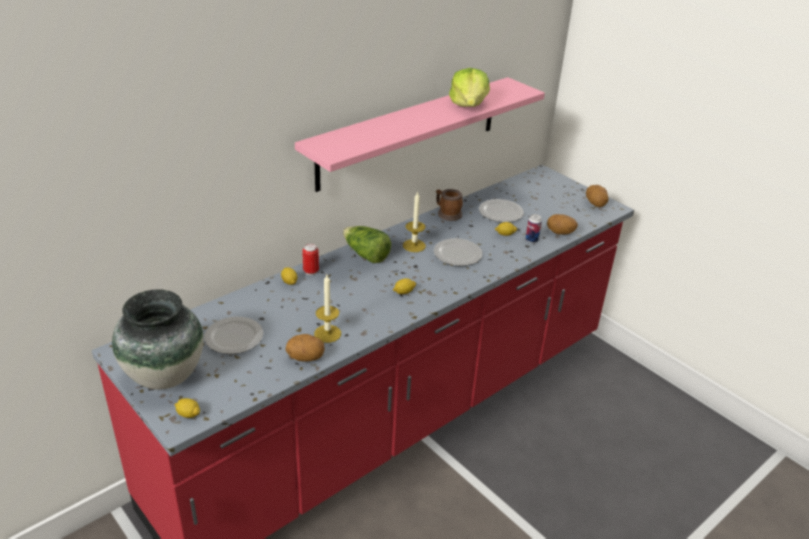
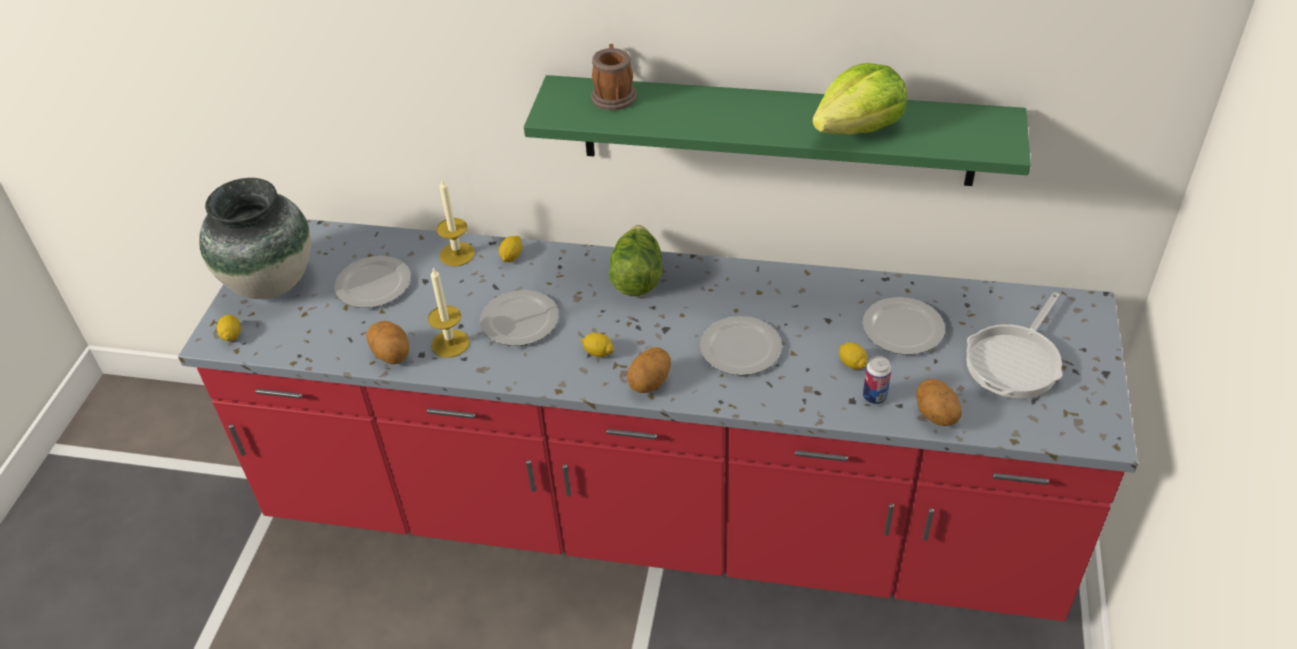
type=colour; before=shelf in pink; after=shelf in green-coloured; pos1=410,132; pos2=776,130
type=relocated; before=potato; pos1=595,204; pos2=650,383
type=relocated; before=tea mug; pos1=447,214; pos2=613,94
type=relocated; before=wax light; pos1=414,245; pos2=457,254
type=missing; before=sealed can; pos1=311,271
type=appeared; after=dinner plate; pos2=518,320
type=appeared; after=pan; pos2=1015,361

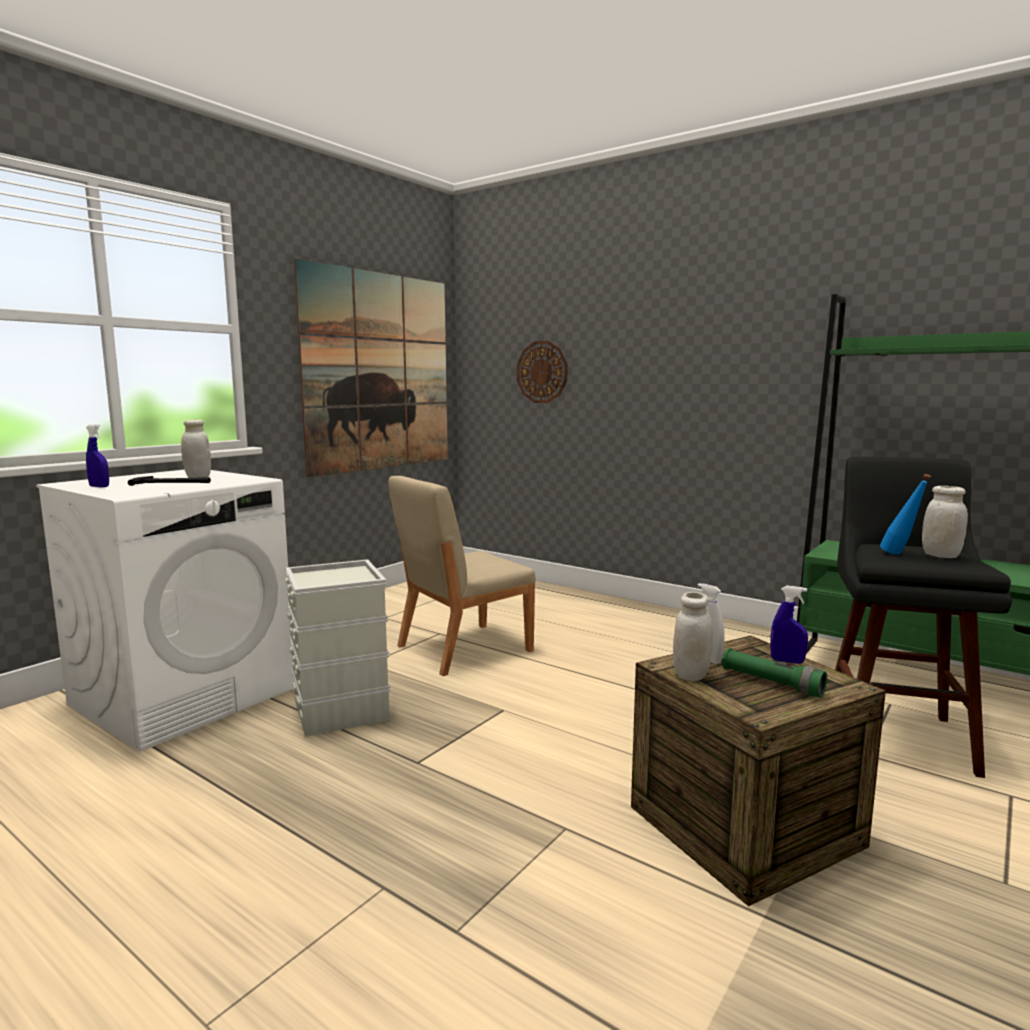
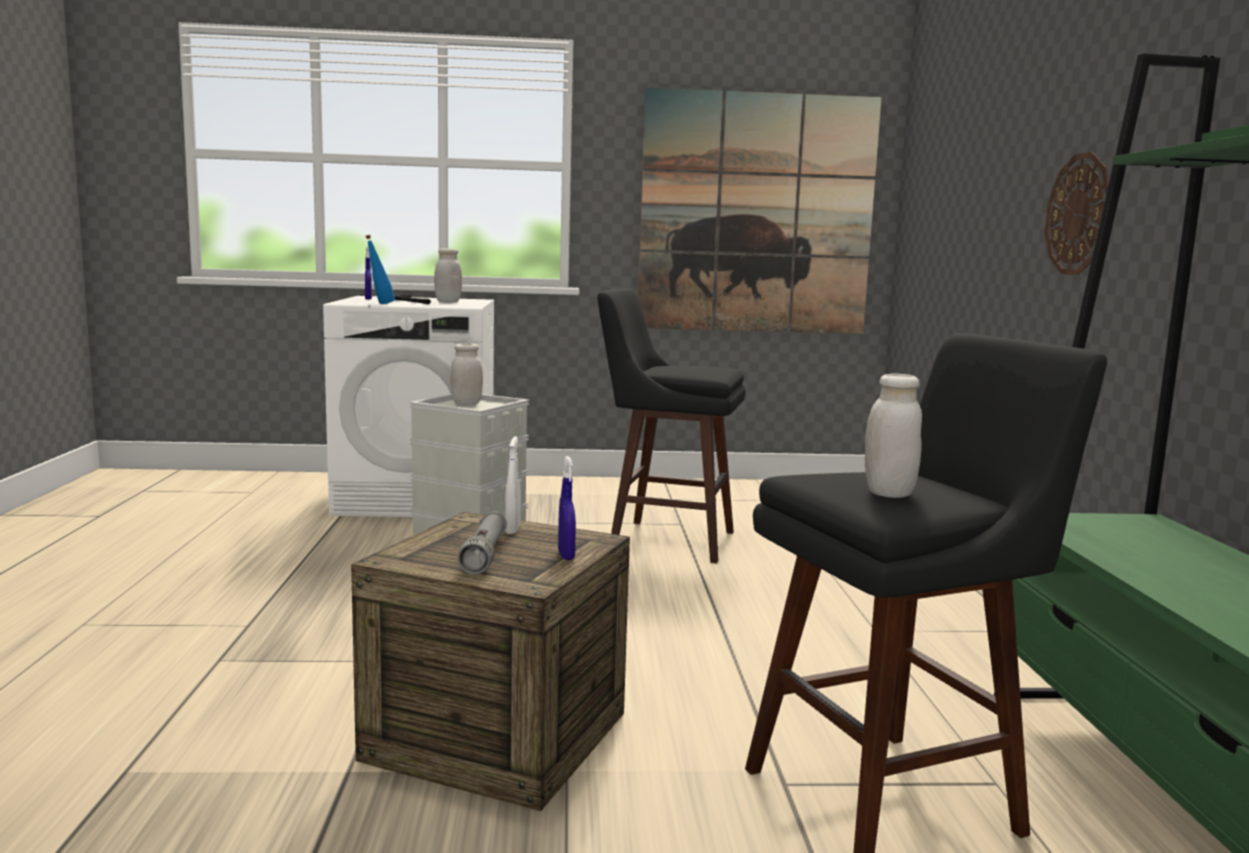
type=relocated; before=wall clock; pos1=542,372; pos2=1078,214
type=relocated; before=beverage bottle in blue-coloured; pos1=900,555; pos2=380,304
type=exchanged; before=chair in beige; after=stool seat in black-coloured; pos1=462,648; pos2=665,540
type=relocated; before=storage jar in whitish; pos1=691,675; pos2=466,403
type=colour; before=hand torch in green-coloured; after=hand torch in grey; pos1=771,683; pos2=484,556

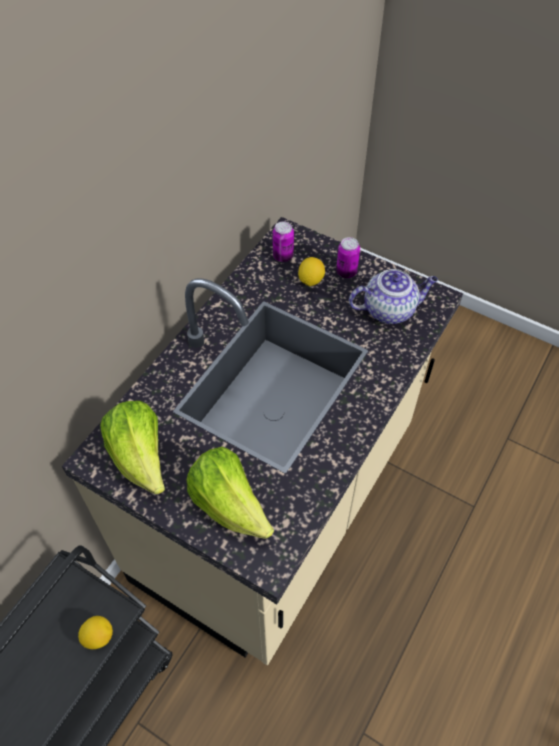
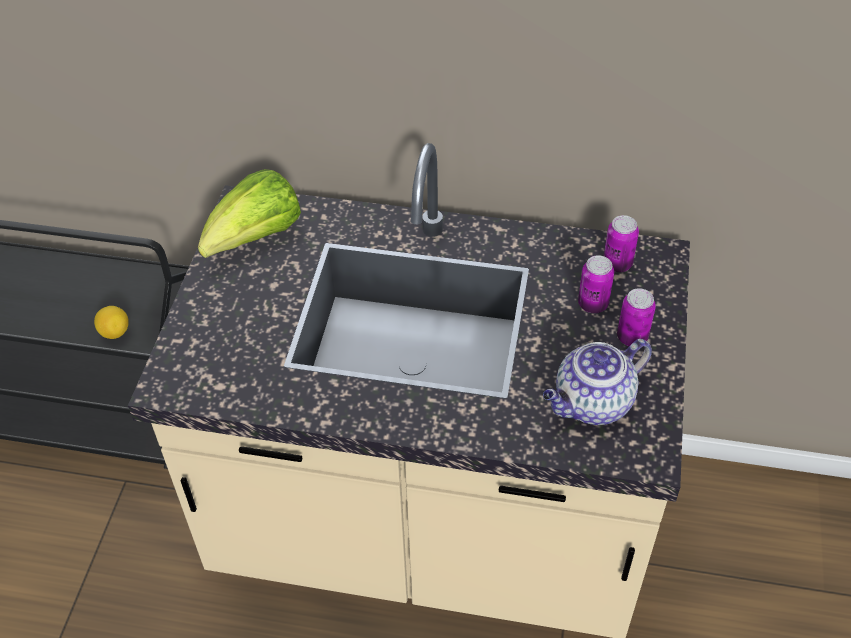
type=exchanged; before=whole lemon; after=sealed can; pos1=310,280; pos2=593,304
type=spun; before=pot for tea; pos1=390,310; pos2=592,404; turn=90
type=missing; before=head of lettuce; pos1=230,505

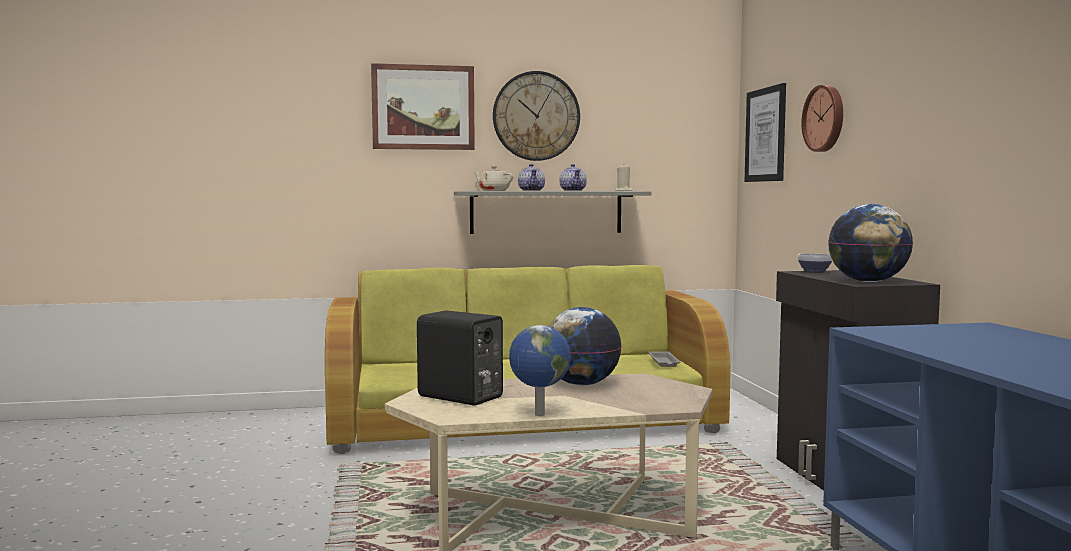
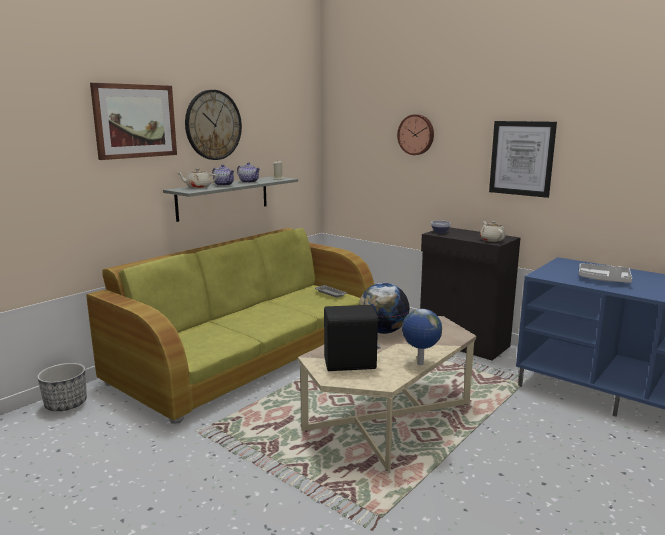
type=relocated; before=picture; pos1=766,135; pos2=521,158
type=exchanged; before=world globe; after=pot for tea in beige; pos1=868,282; pos2=491,240
type=appeared; after=serving tray in grey; pos2=604,280
type=appeared; after=planter; pos2=66,404

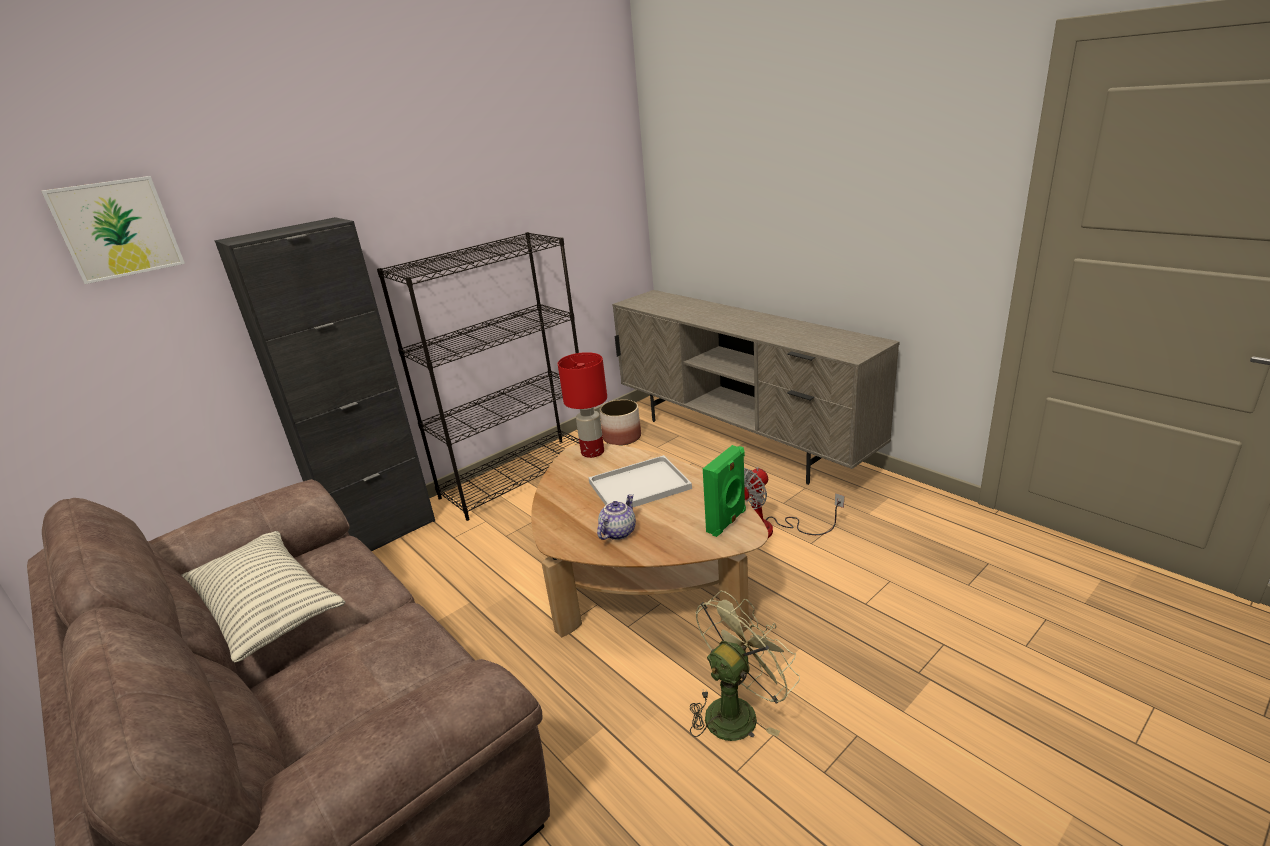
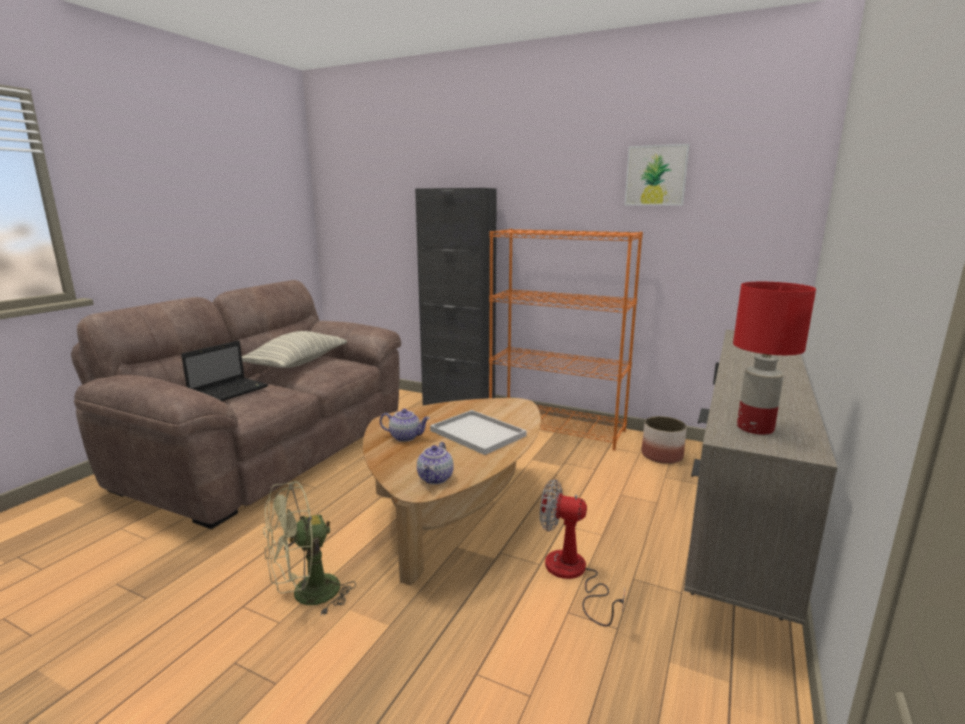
type=relocated; before=picture; pos1=117,229; pos2=656,175
type=colour; before=bookshelf in black-coloured; after=bookshelf in orange; pos1=519,476; pos2=557,428
type=relocated; before=tabletop lamp in reddish; pos1=593,452; pos2=755,428
type=exchanged; before=audio speaker in green-coloured; after=pot for tea; pos1=727,522; pos2=436,478
type=spun; before=cooling fan in green-coloured; pos1=737,710; pos2=306,596; turn=120
type=appeared; after=notebook computer; pos2=230,391

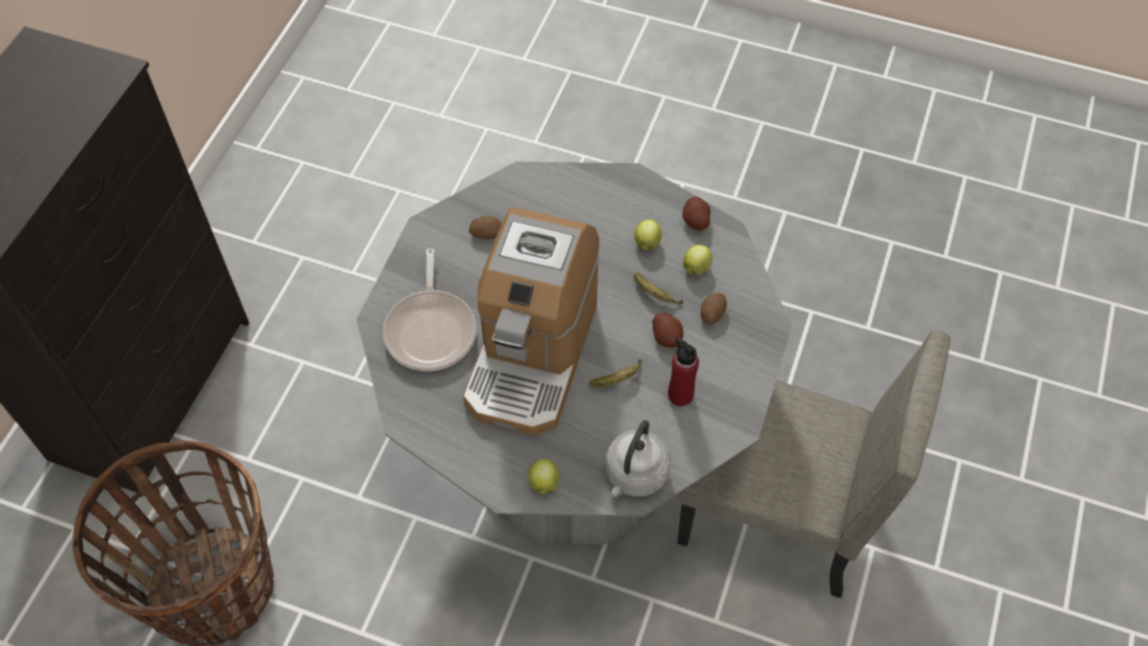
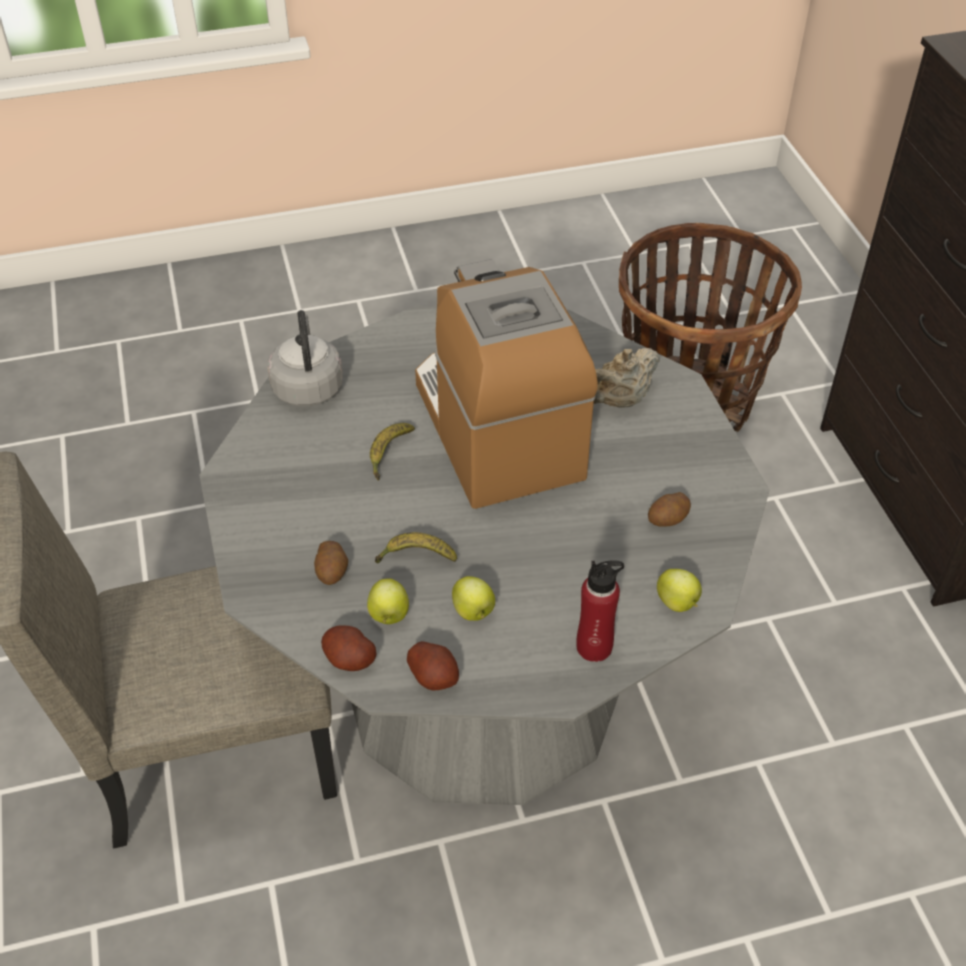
type=exchanged; before=pan; after=pot for tea in beige; pos1=431,330; pos2=619,400
type=relocated; before=potato; pos1=667,337; pos2=349,659
type=relocated; before=beverage bottle in reddish; pos1=680,394; pos2=594,647
type=relocated; before=apple; pos1=543,482; pos2=678,603

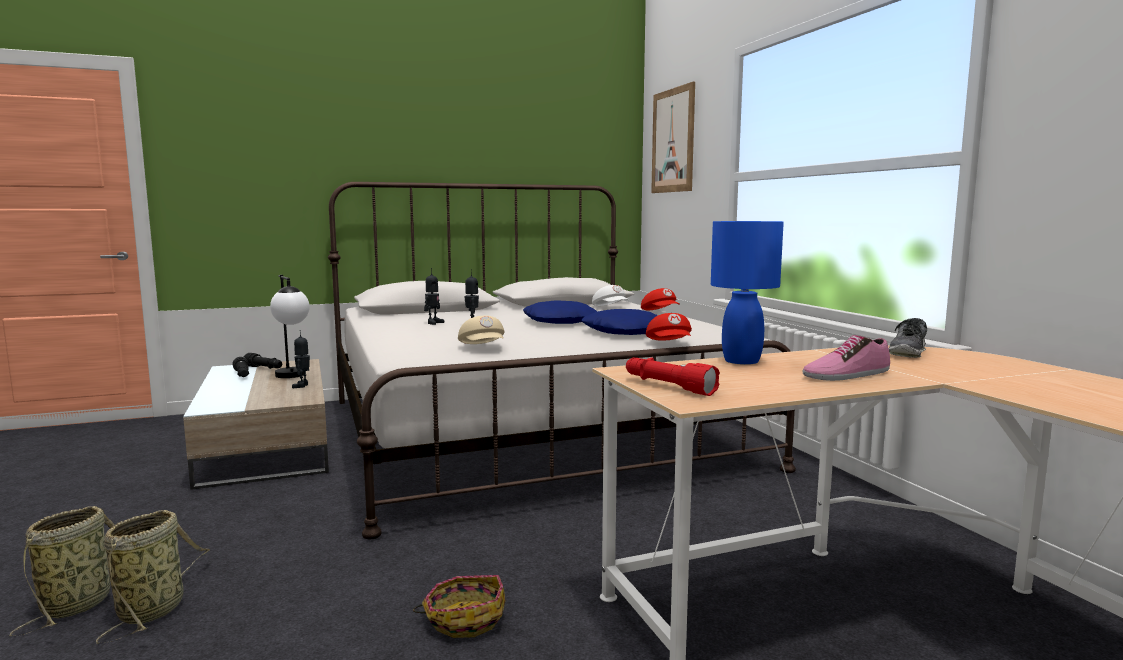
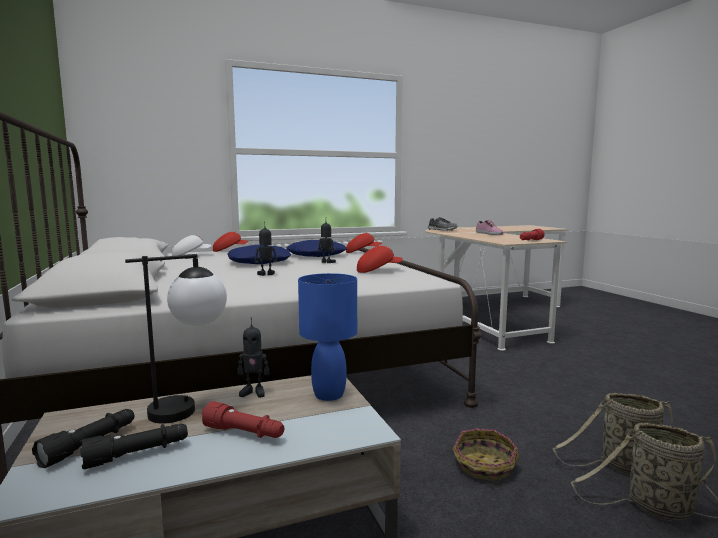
type=missing; before=picture; pos1=673,141
type=relocated; before=tabletop lamp in blue-coloured; pos1=740,361; pos2=329,395
type=relocated; before=model robot; pos1=433,323; pos2=326,262
type=colour; before=cap in beige; after=cap in reddish; pos1=483,348; pos2=378,271
type=relocated; before=household basket; pos1=464,618; pos2=484,466
type=appeared; after=hand torch in reddish; pos2=244,433

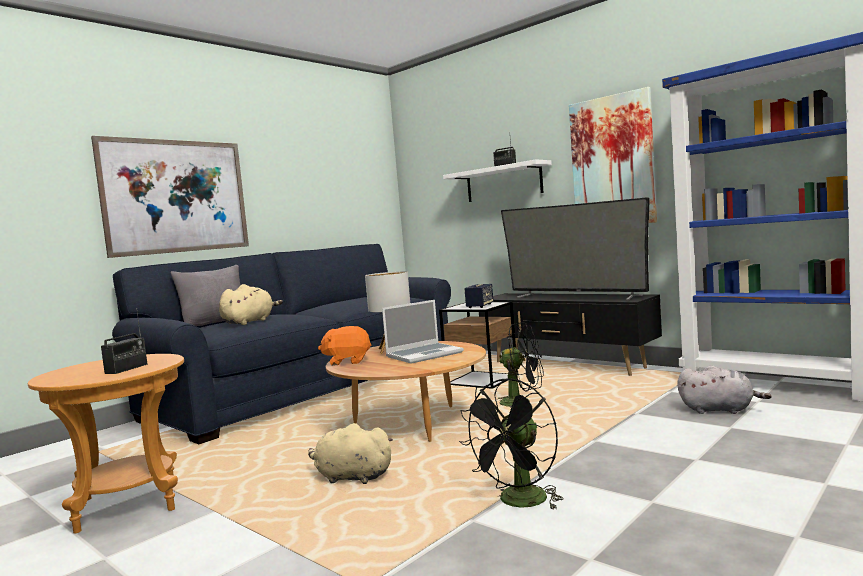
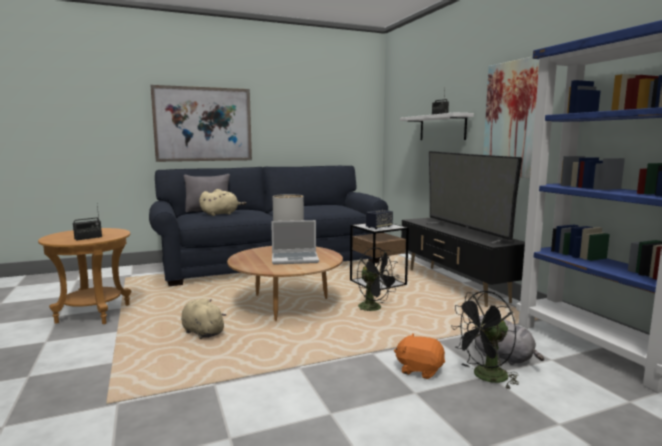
type=relocated; before=plush toy in orange; pos1=347,361; pos2=419,370
type=relocated; before=cooling fan in black-coloured; pos1=519,503; pos2=485,377

